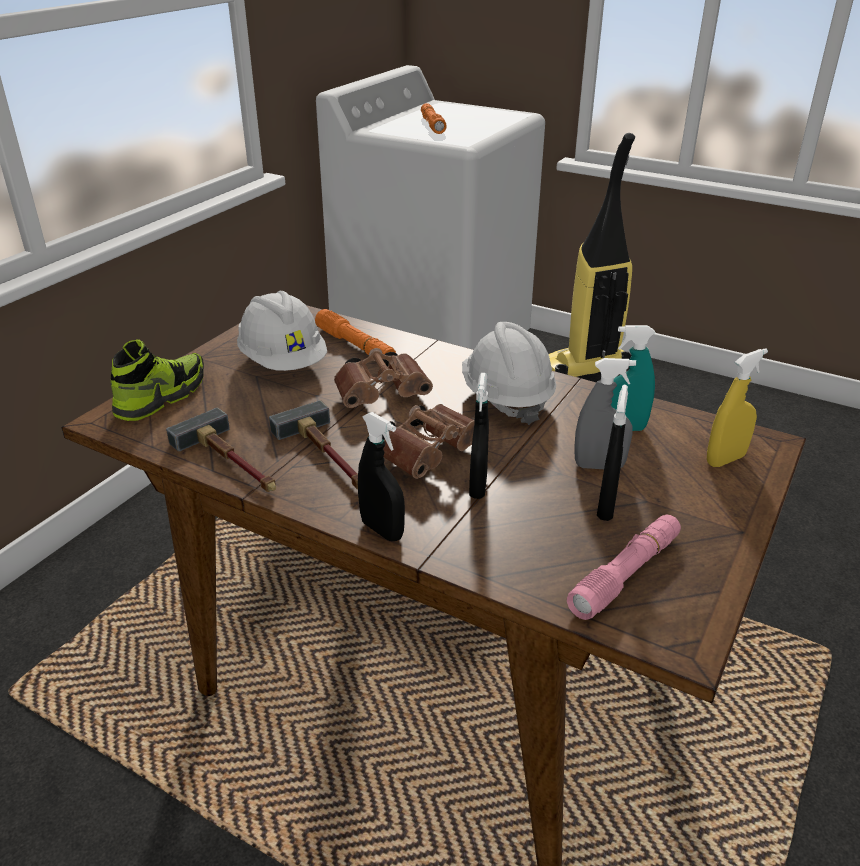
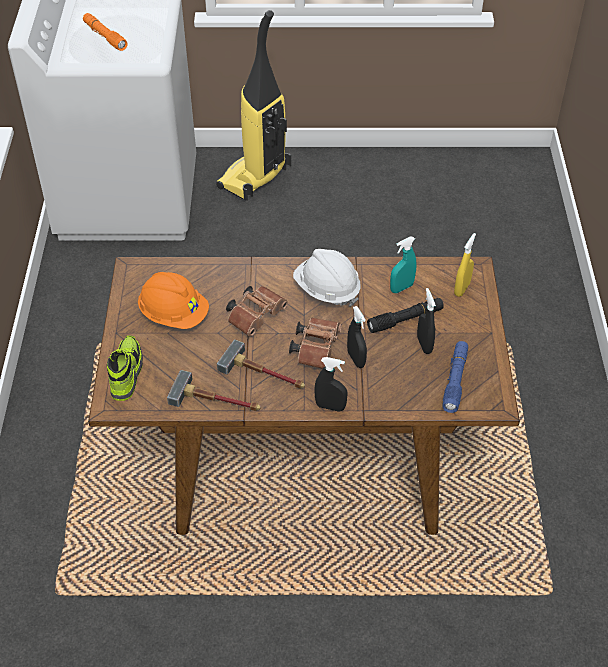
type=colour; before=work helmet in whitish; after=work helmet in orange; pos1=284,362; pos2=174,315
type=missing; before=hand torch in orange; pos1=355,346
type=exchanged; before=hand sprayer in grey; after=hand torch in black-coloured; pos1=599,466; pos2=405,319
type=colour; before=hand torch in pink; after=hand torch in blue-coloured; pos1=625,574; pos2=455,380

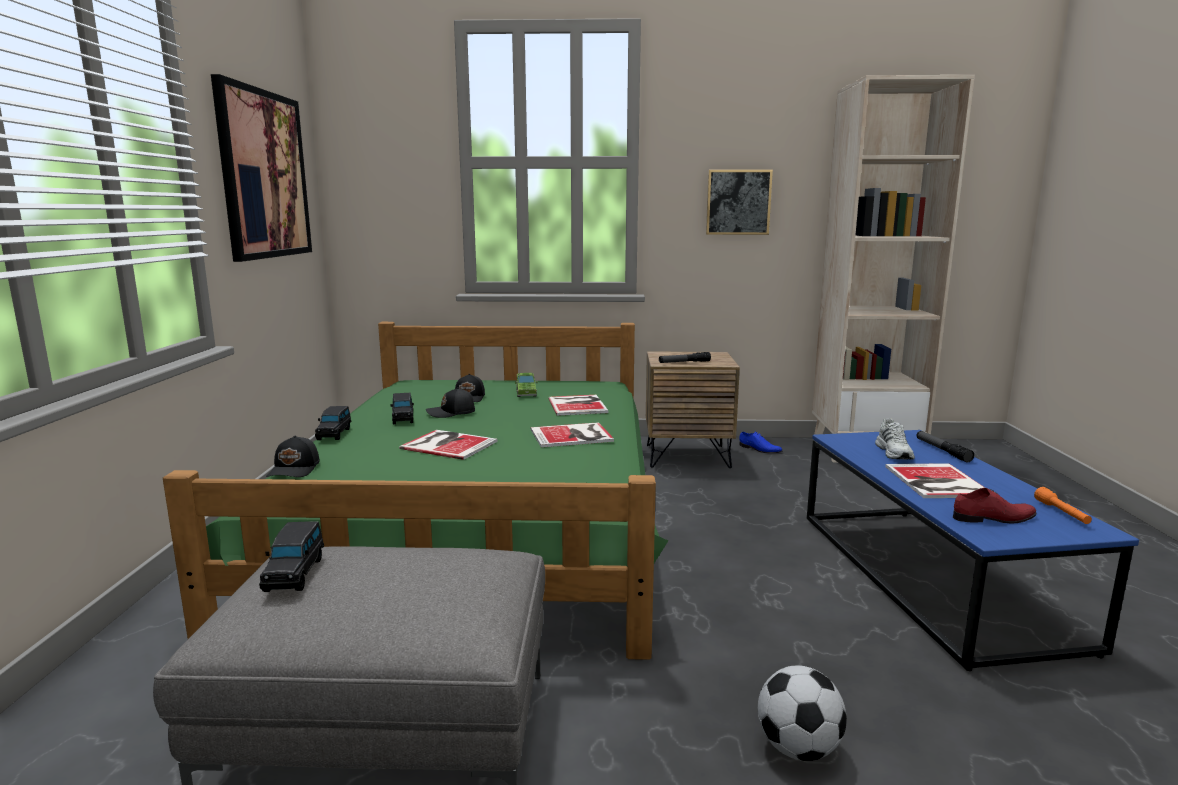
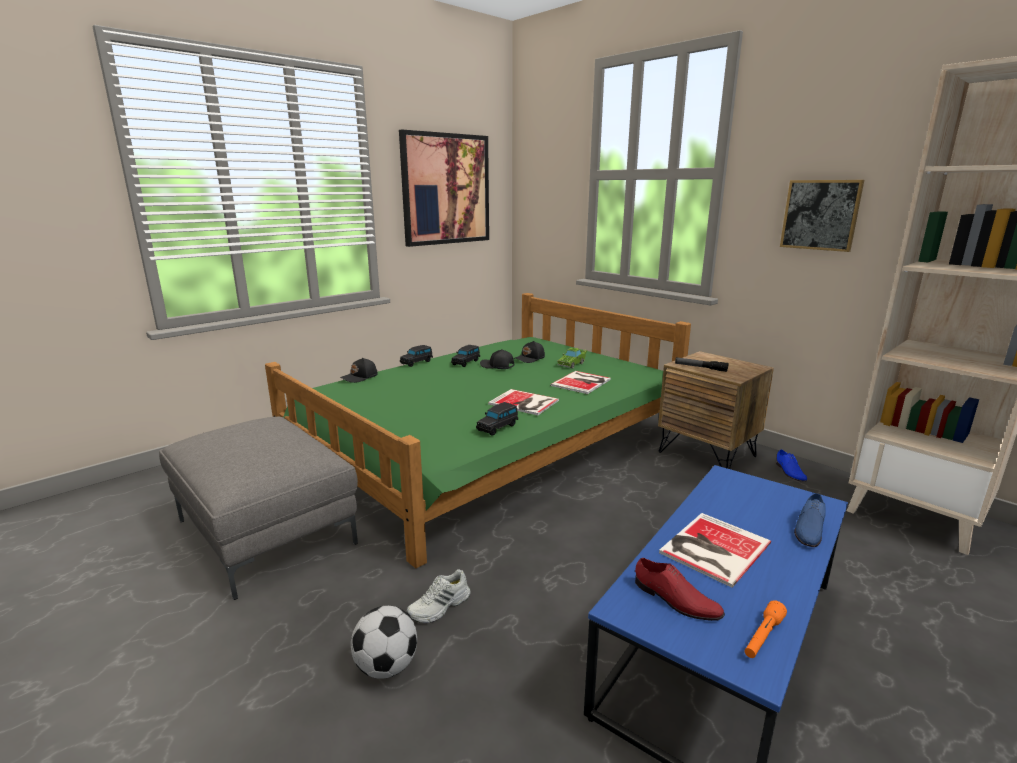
type=relocated; before=shoe in whitish; pos1=894,452; pos2=440,607
type=missing; before=bound book; pos1=448,444
type=exchanged; before=hand torch; after=shoe in blue-coloured; pos1=942,451; pos2=808,529
type=relocated; before=toy car in black-coloured; pos1=295,573; pos2=498,427

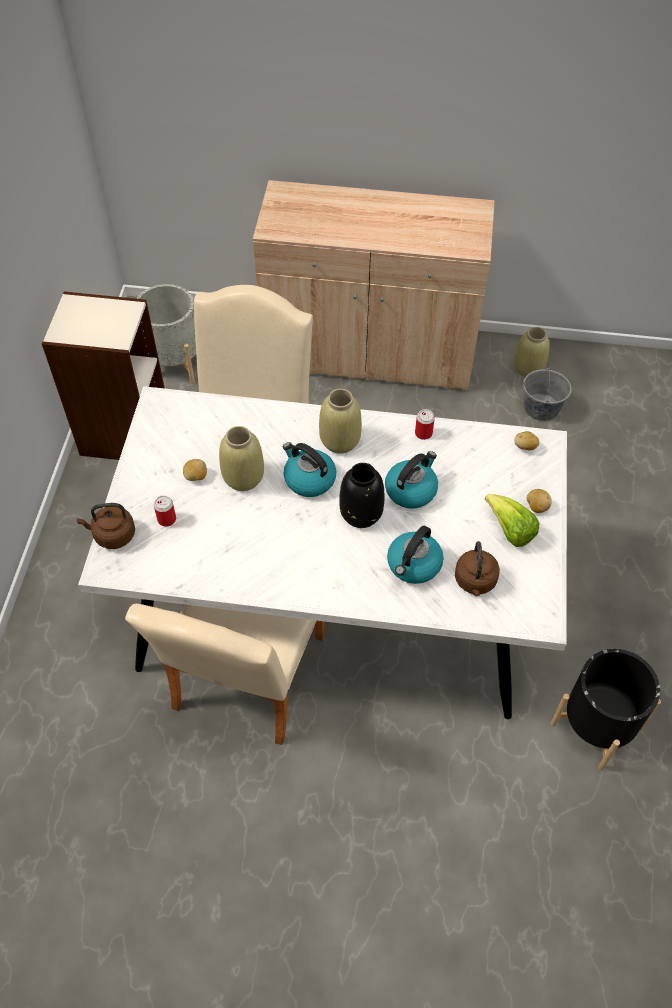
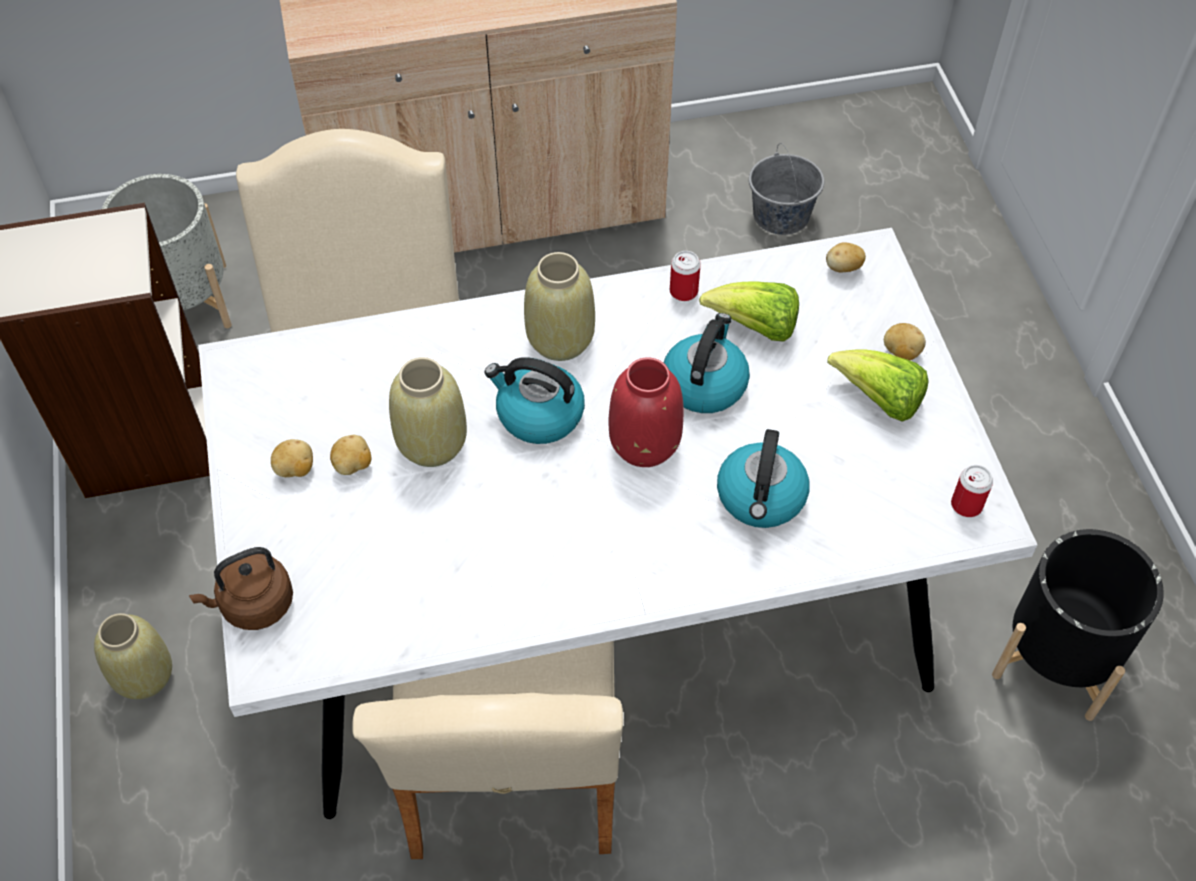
type=relocated; before=decorative vase in beige; pos1=528,368; pos2=145,675
type=colour; before=decorative vase in black-coloured; after=decorative vase in reddish; pos1=361,513; pos2=644,443
type=relocated; before=sealed can; pos1=167,519; pos2=966,505
type=missing; before=kettle in brownish; pos1=475,582
type=appeared; after=head of lettuce; pos2=755,327
type=appeared; after=potato; pos2=295,469

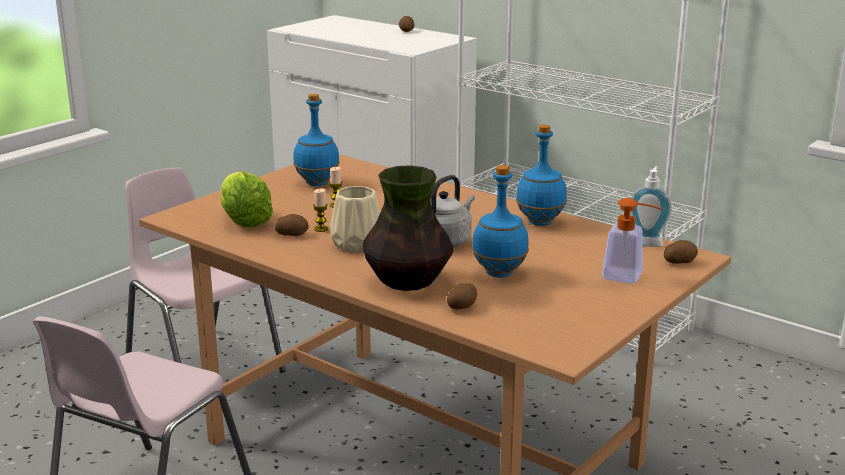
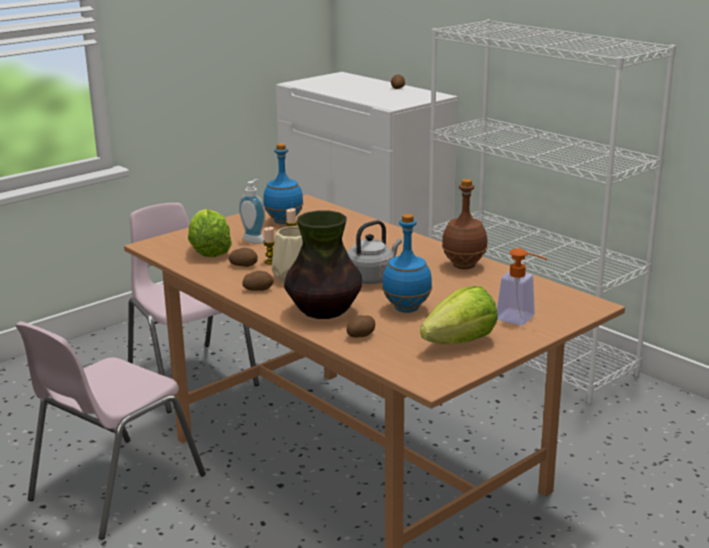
type=colour; before=beverage bottle in blue-coloured; after=beverage bottle in brownish; pos1=540,222; pos2=463,266
type=relocated; before=soap dispenser; pos1=648,242; pos2=255,239
type=relocated; before=potato; pos1=679,261; pos2=258,289
type=appeared; after=head of lettuce; pos2=460,342

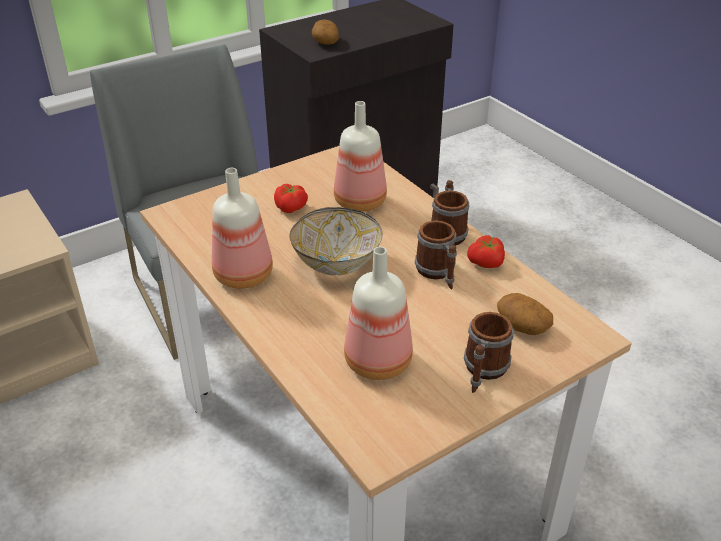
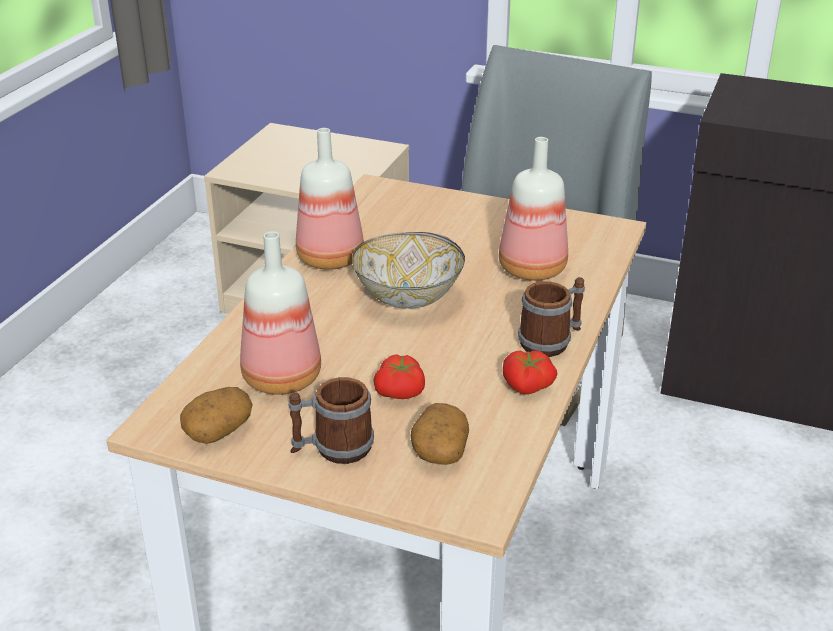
type=relocated; before=potato; pos1=325,41; pos2=218,430
type=relocated; before=tomato; pos1=291,207; pos2=401,392
type=missing; before=tea mug; pos1=438,273

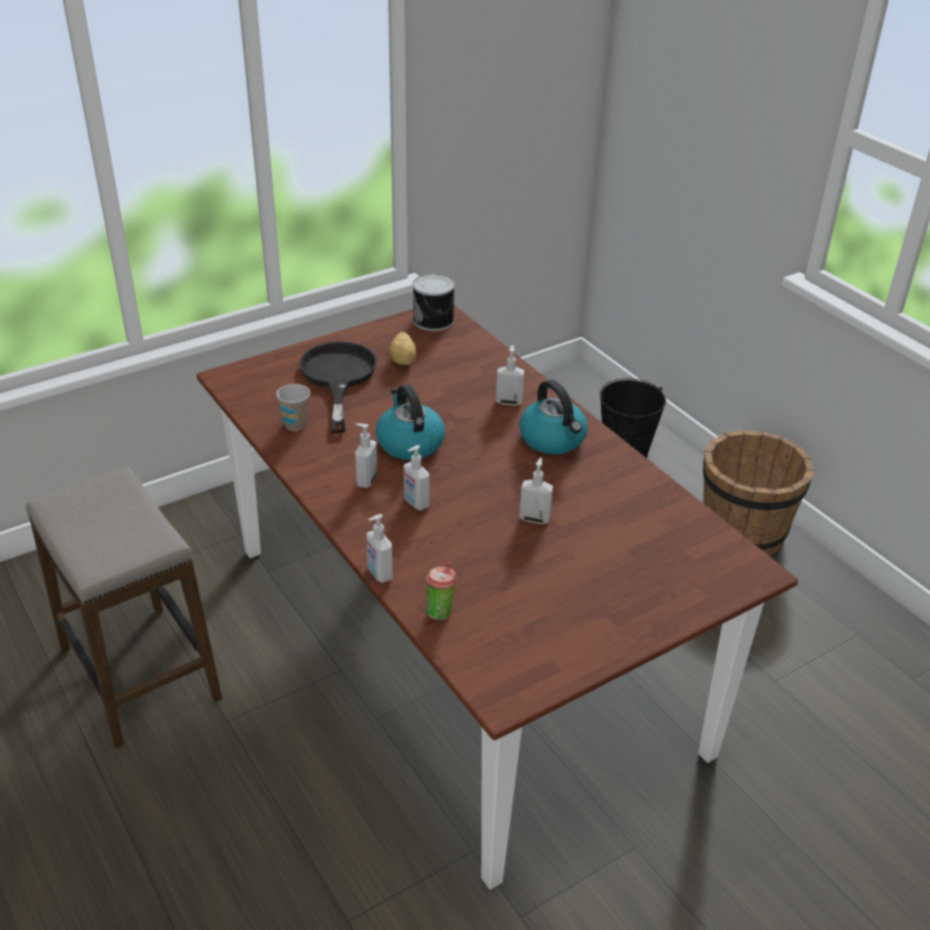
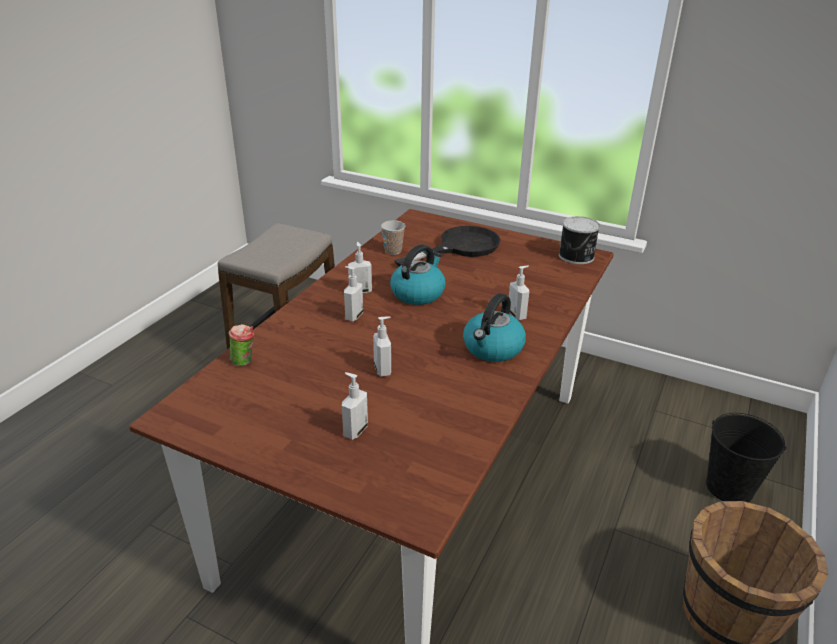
type=missing; before=potato; pos1=403,360
type=relocated; before=soap dispenser; pos1=379,573; pos2=355,430

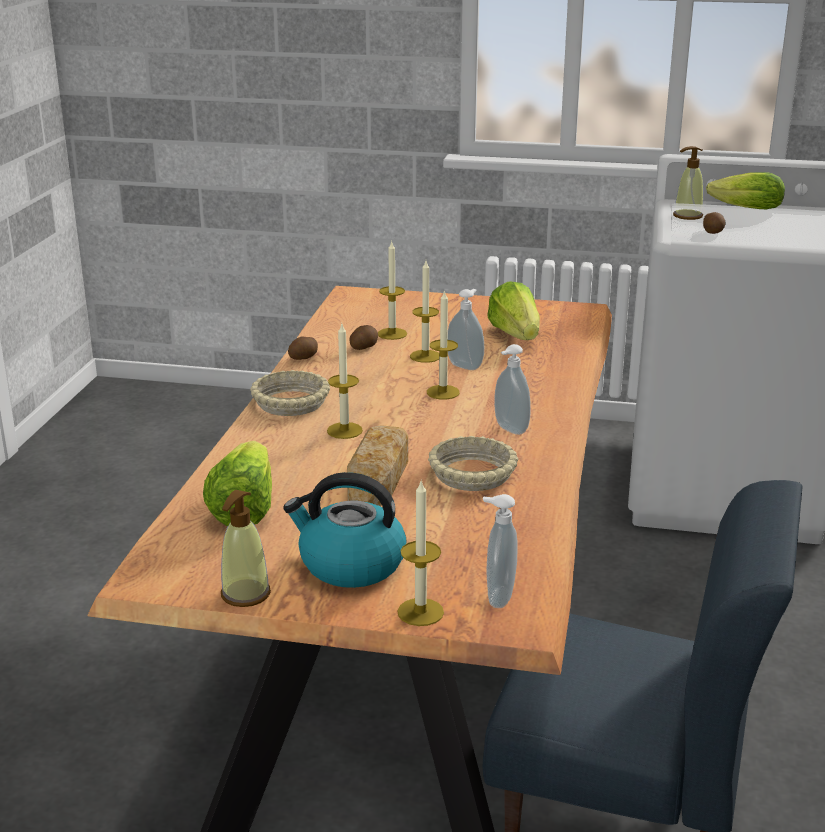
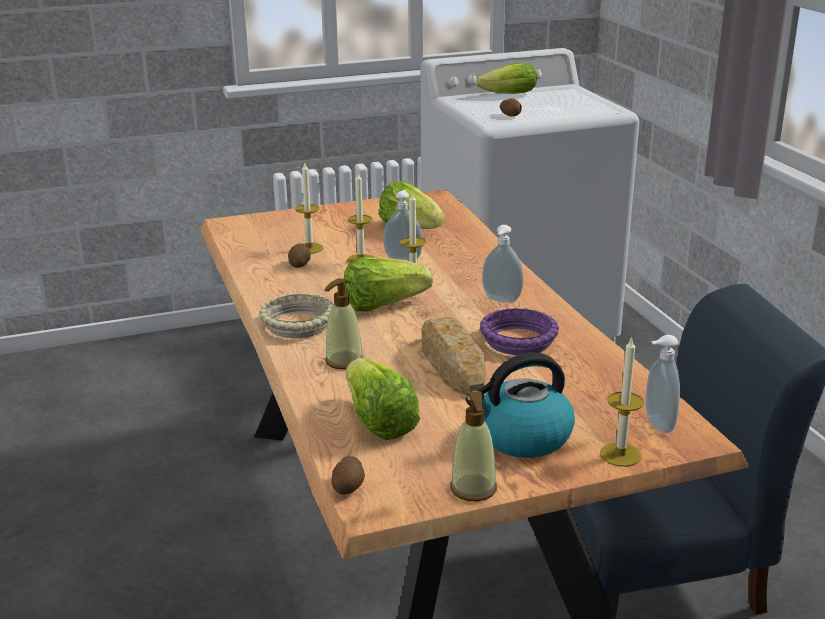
type=relocated; before=soap dispenser; pos1=687,216; pos2=343,361
type=missing; before=wax light; pos1=344,430
type=relocated; before=potato; pos1=304,358; pos2=349,487
type=colour; before=bowl in beige; after=bowl in purplish; pos1=473,473; pos2=519,340
type=appeared; after=head of lettuce; pos2=382,305

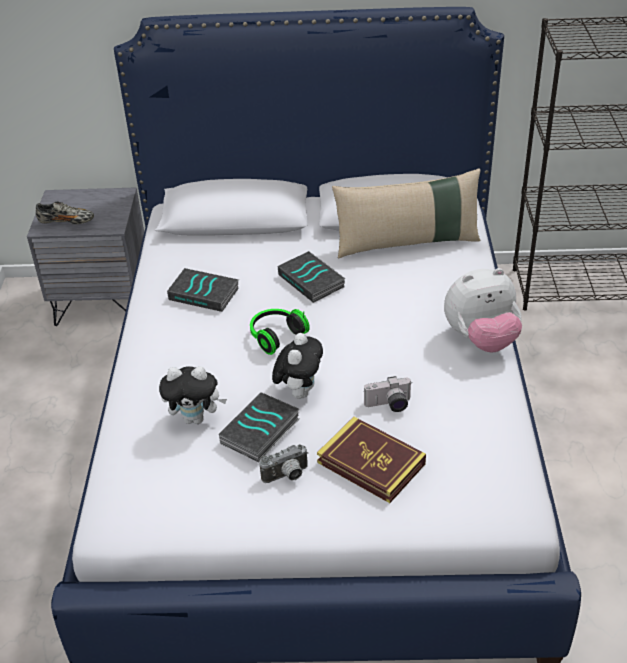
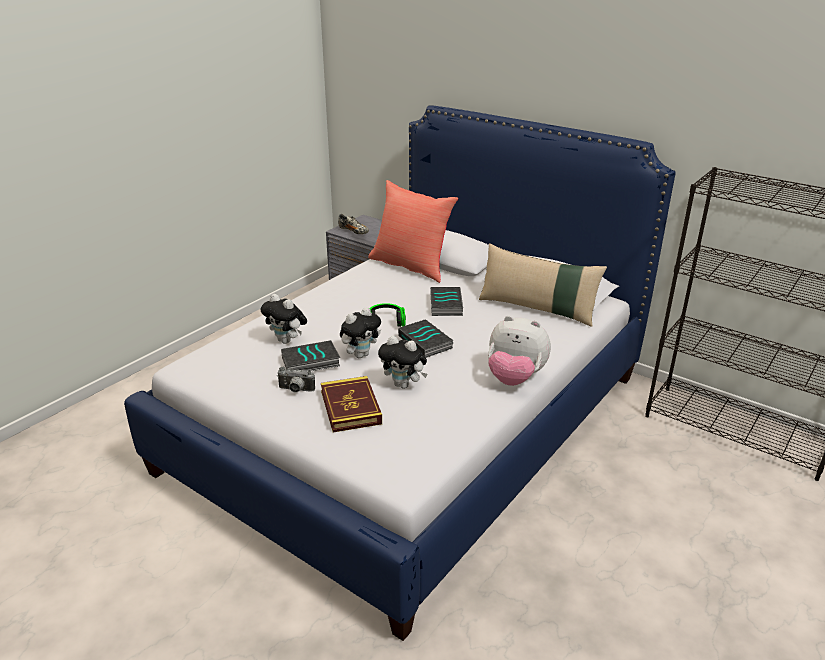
type=relocated; before=bound book; pos1=205,293; pos2=426,342
type=exchanged; before=photo camera; after=plush toy; pos1=389,405; pos2=404,385
type=appeared; after=cushion in reddish; pos2=411,265

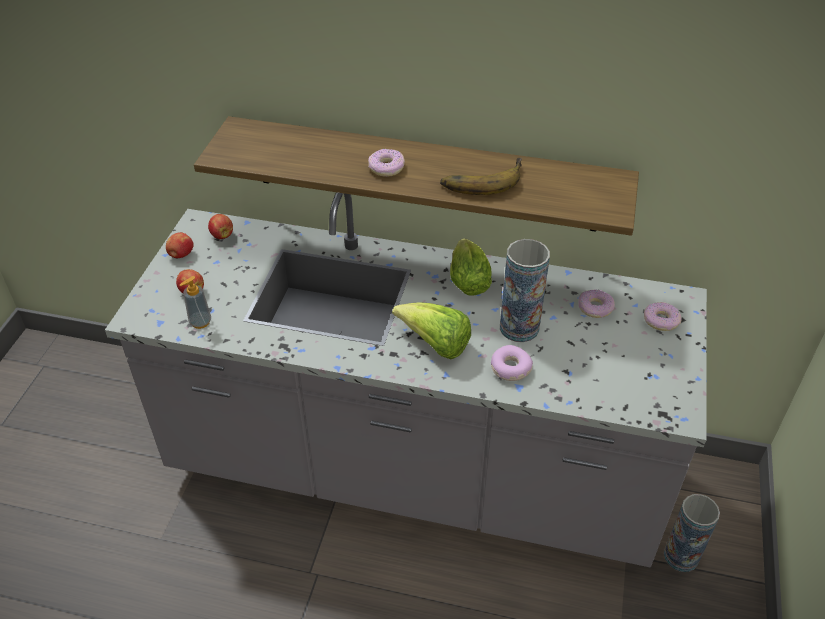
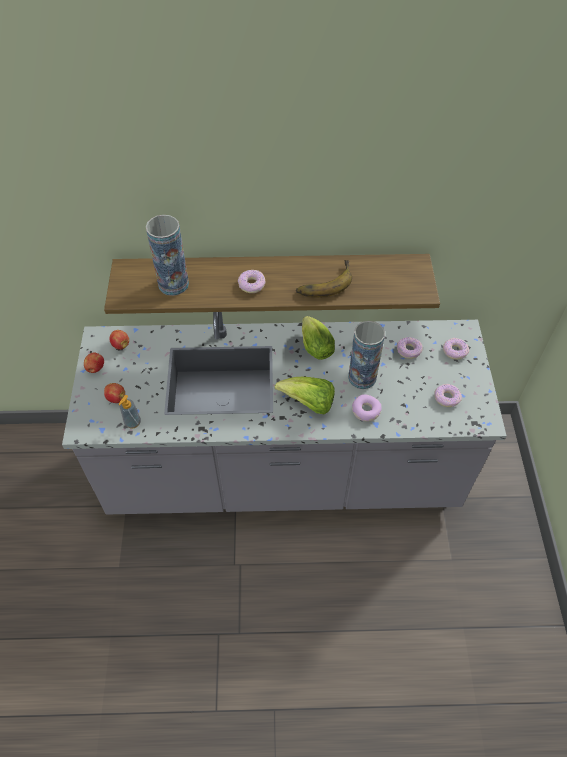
type=relocated; before=decorative vase; pos1=681,556; pos2=173,284
type=appeared; after=ring doughnut; pos2=446,398

